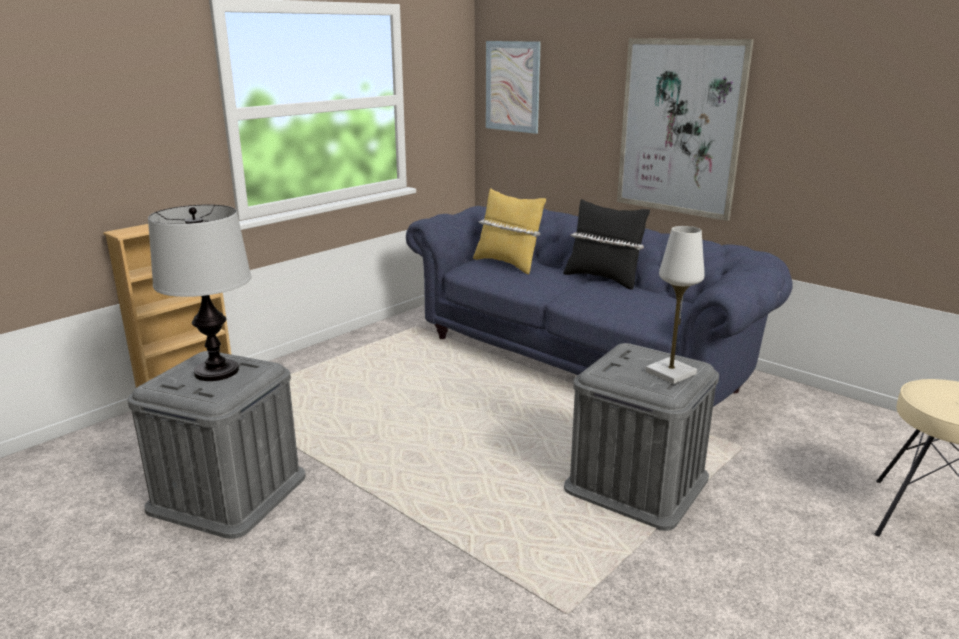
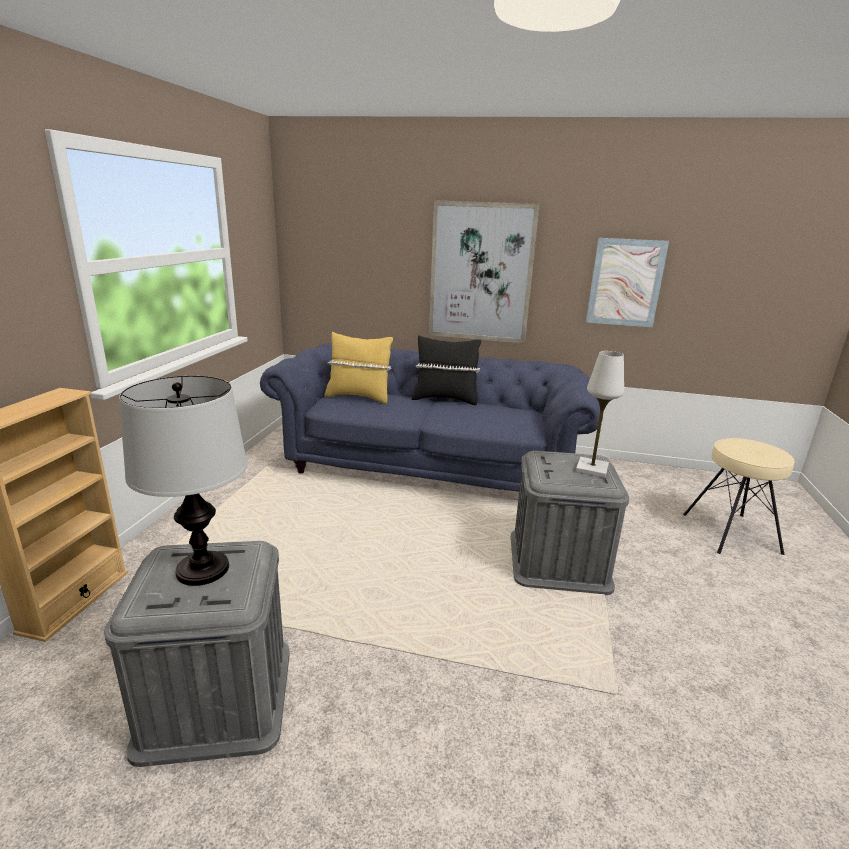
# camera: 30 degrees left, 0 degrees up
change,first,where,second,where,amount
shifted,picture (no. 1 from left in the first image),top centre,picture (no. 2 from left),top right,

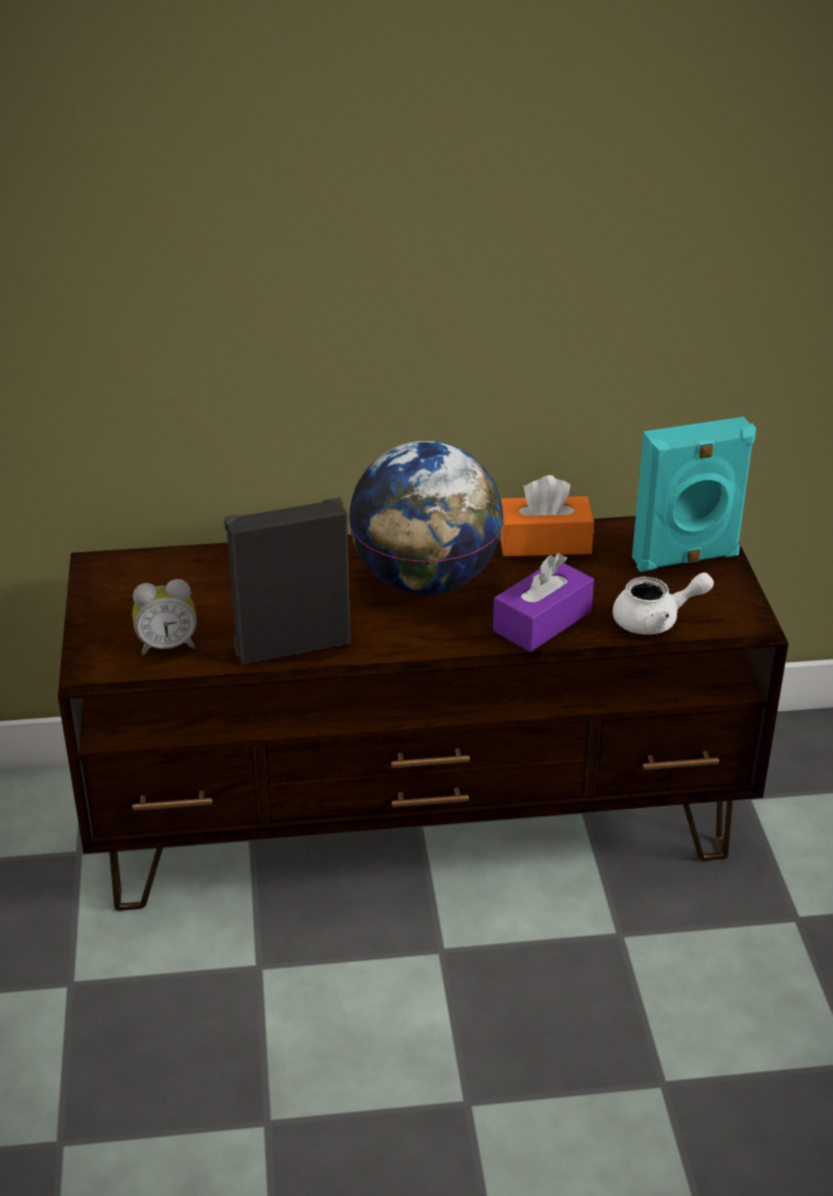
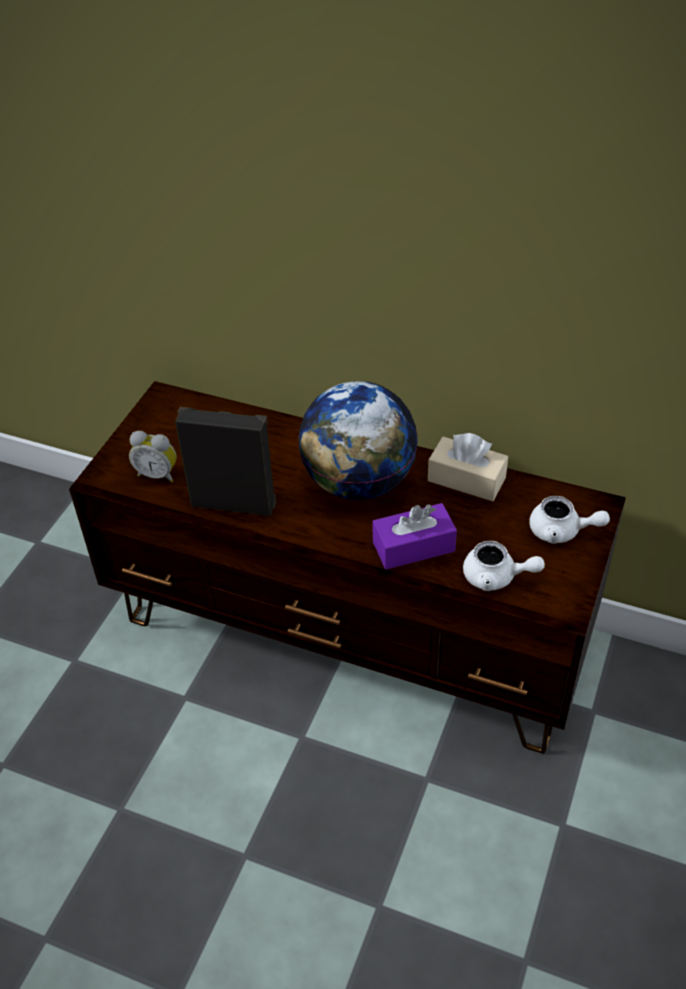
# camera: 30 degrees right, 10 degrees up
change,first,where,second,where,amount
repainted,orange tissue box,centre,beige tissue box,middle right,
swapped,turquoise speaker,middle right,white teapot (no. 2 from left),middle right,

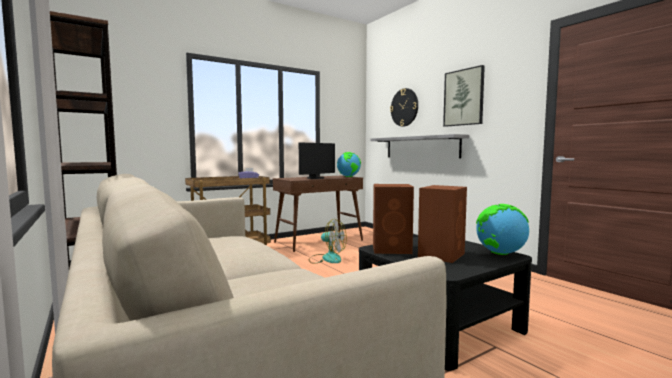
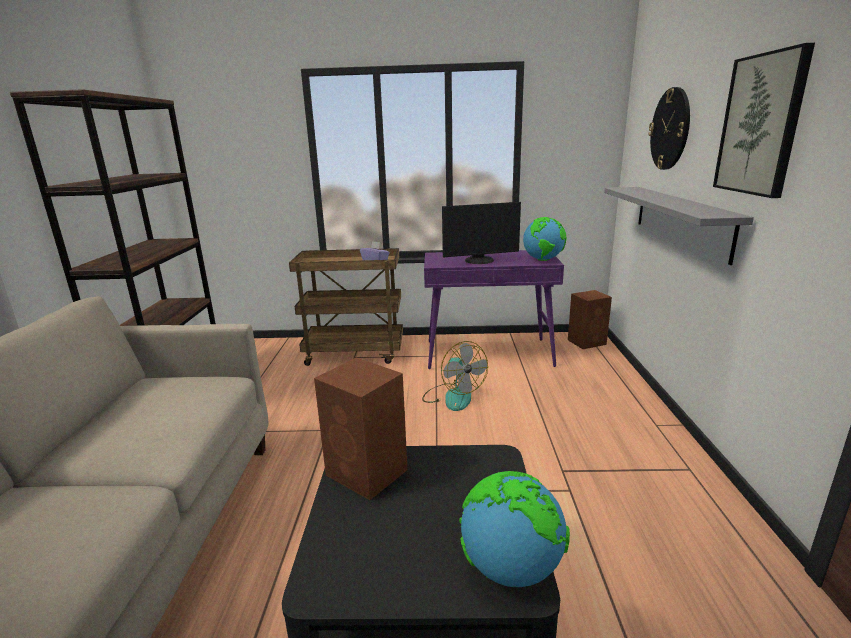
# camera: 35 degrees right, 15 degrees up
change,first,where,second,where,amount
repainted,brown console table,centre,purple console table,centre,
shifted,brown speaker (no. 2 from left),centre,,middle right,

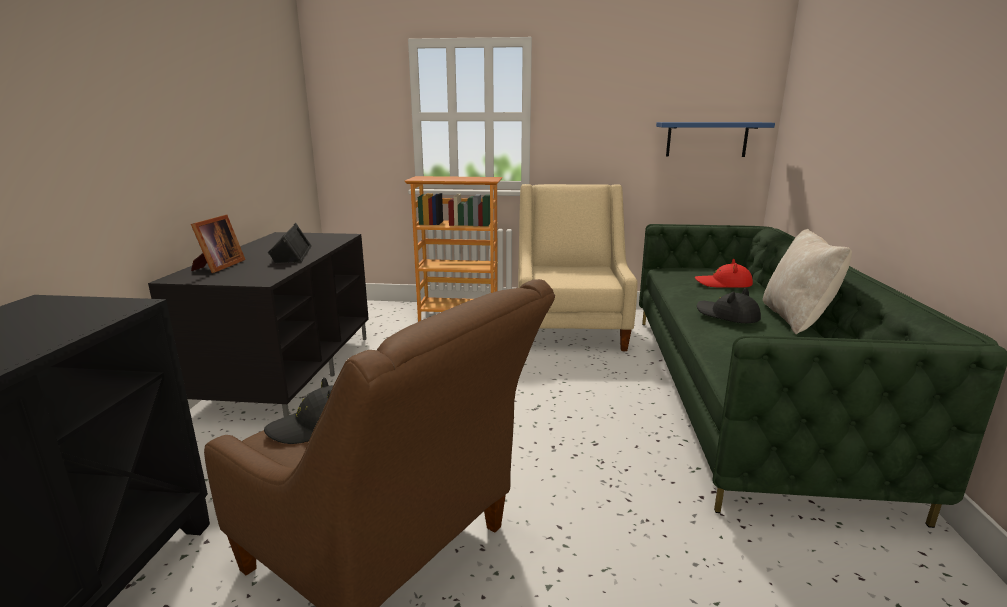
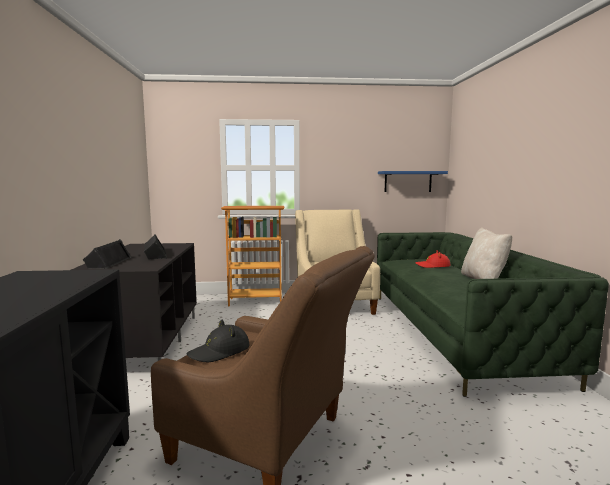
# camera: 10 degrees left, 10 degrees down
change,first,where,second,where,amount
swapped,picture frame,middle left,black speaker (no. 1 from left),middle left,
gone,black hat (no. 2 from left),middle right,,,

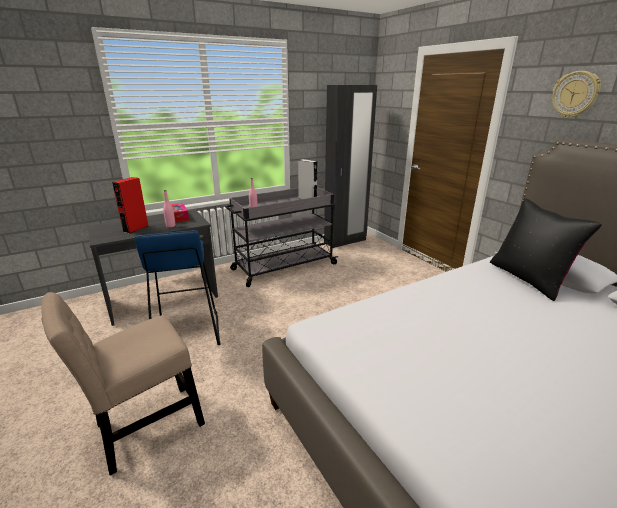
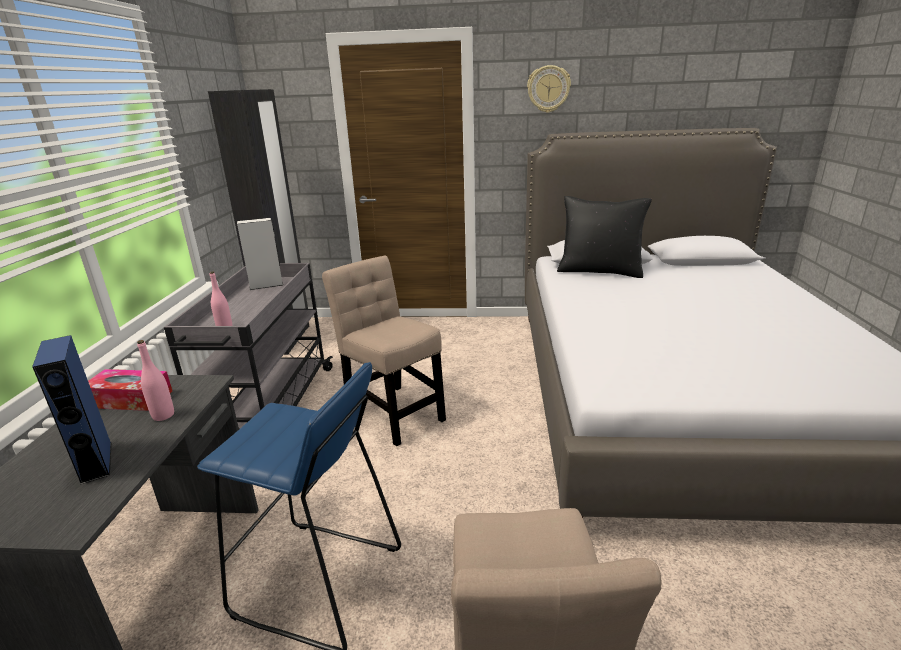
# camera: 55 degrees left, 0 degrees up
change,first,where,second,where,amount
repainted,red speaker,middle left,blue speaker,middle left,
new,,,beige chair (no. 1 from left),centre,

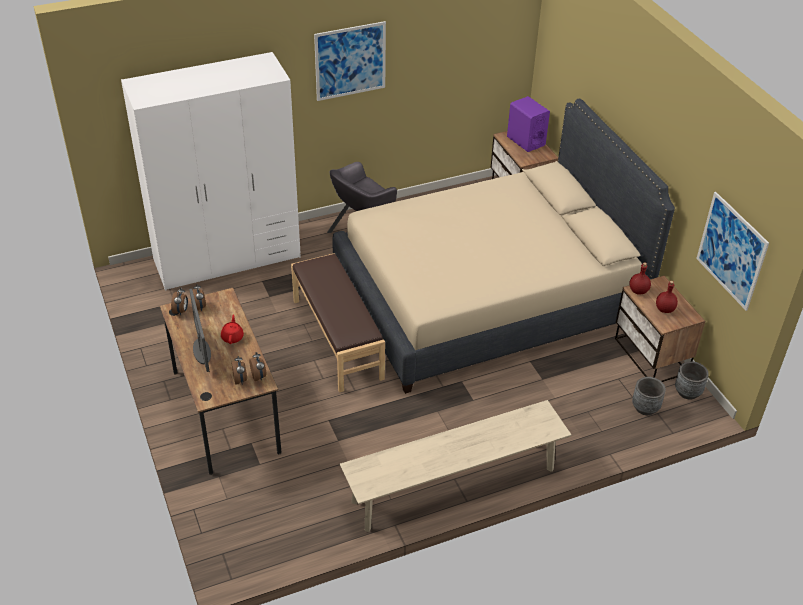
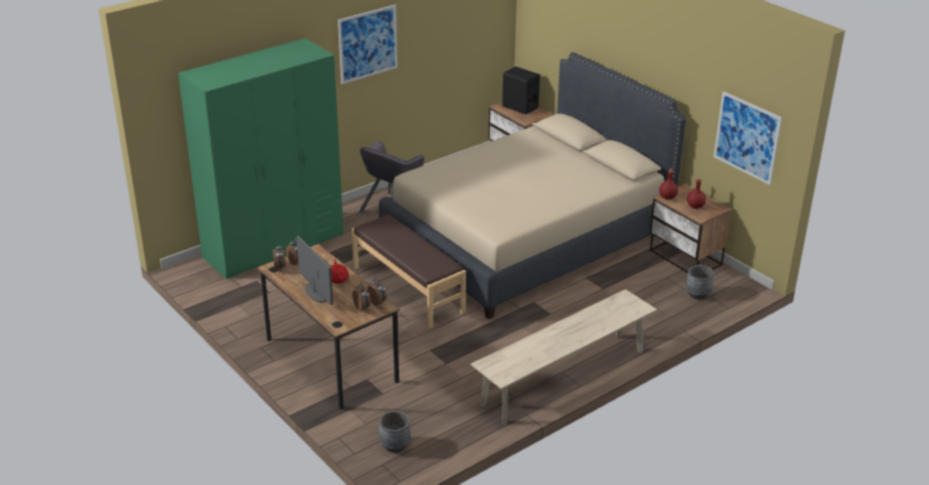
# camera: 15 degrees left, 10 degrees down
change,first,where,second,where,amount
repainted,white wardrobe,top left,green wardrobe,top left,
shifted,grey planter (no. 2 from left in the first image),middle right,grey planter (no. 1 from left),bottom centre,
repainted,purple speaker,top centre,black speaker,top centre,

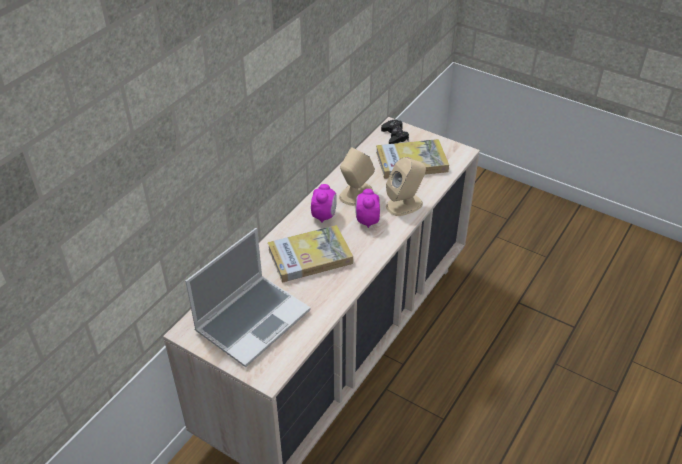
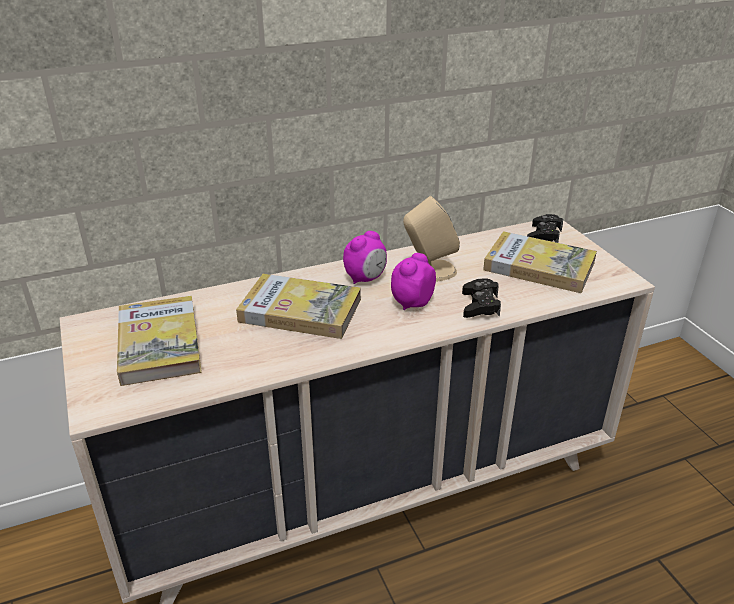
# camera: 35 degrees right, 10 degrees down
change,first,where,second,where,amount
swapped,laptop,centre,book (no. 1 from left),middle left,
swapped,beige speaker (no. 2 from left),centre,black game controller (no. 1 from left),centre,

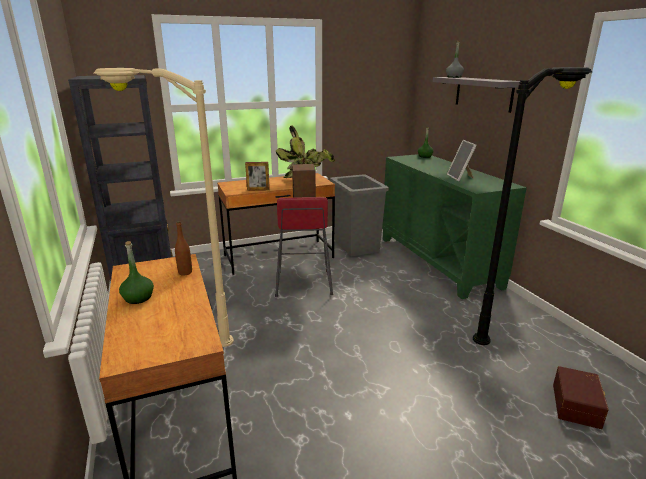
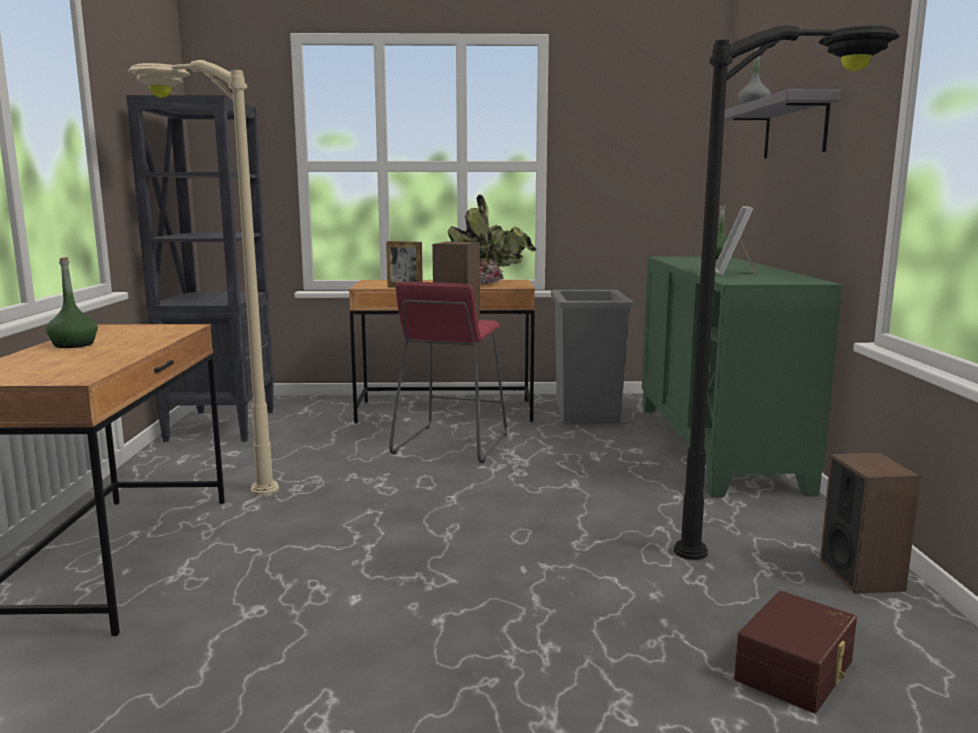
# camera: 20 degrees right, 10 degrees down
change,first,where,second,where,amount
new,,,speaker (no. 2 from left),bottom right,
gone,brown bottle,middle left,,,

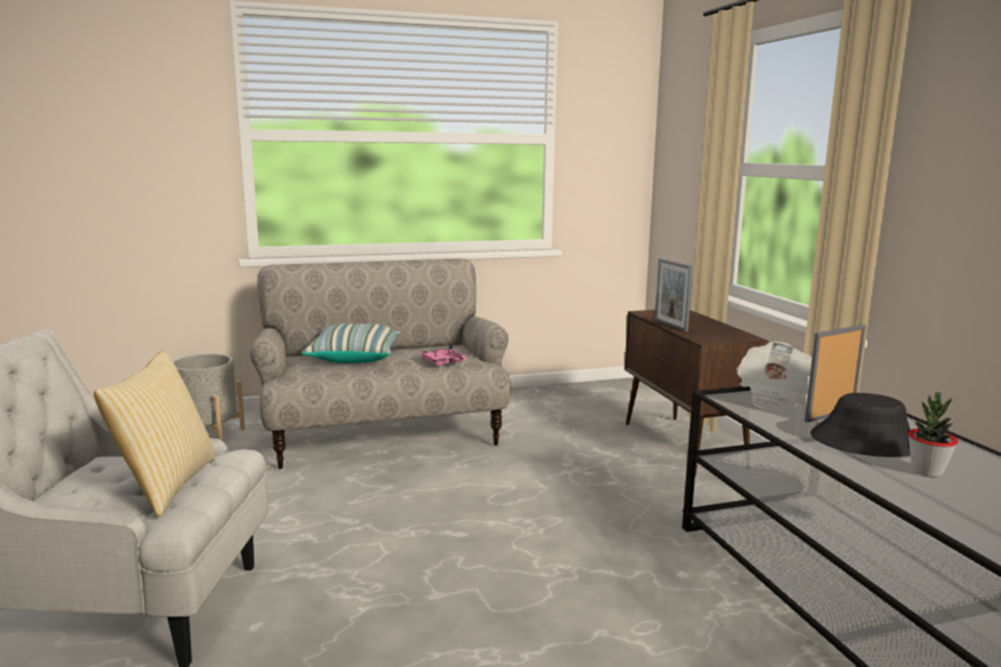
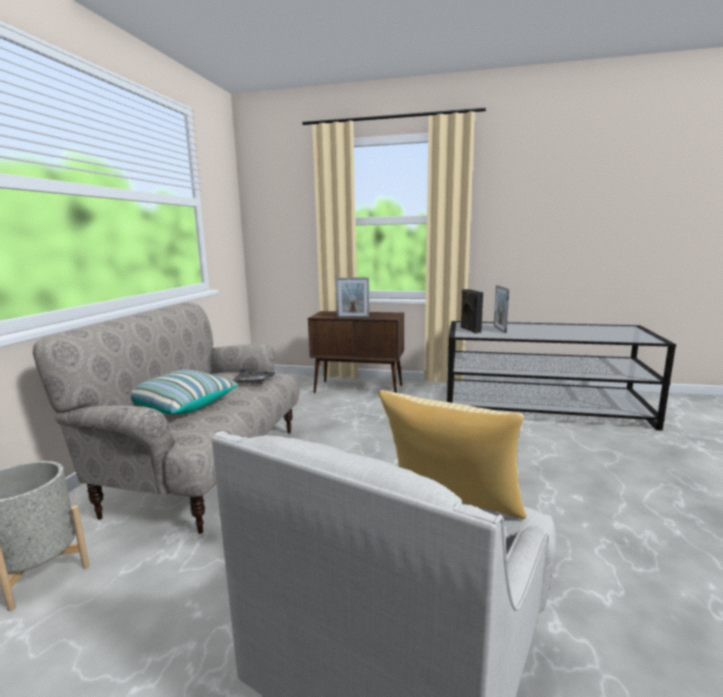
# camera: 60 degrees left, 0 degrees up
change,first,where,second,where,amount
repainted,pink tray,centre,grey tray,centre,
swapped,newspaper,middle right,black speaker,centre,
gone,black hat,middle right,,,
gone,potted plant,middle right,,,

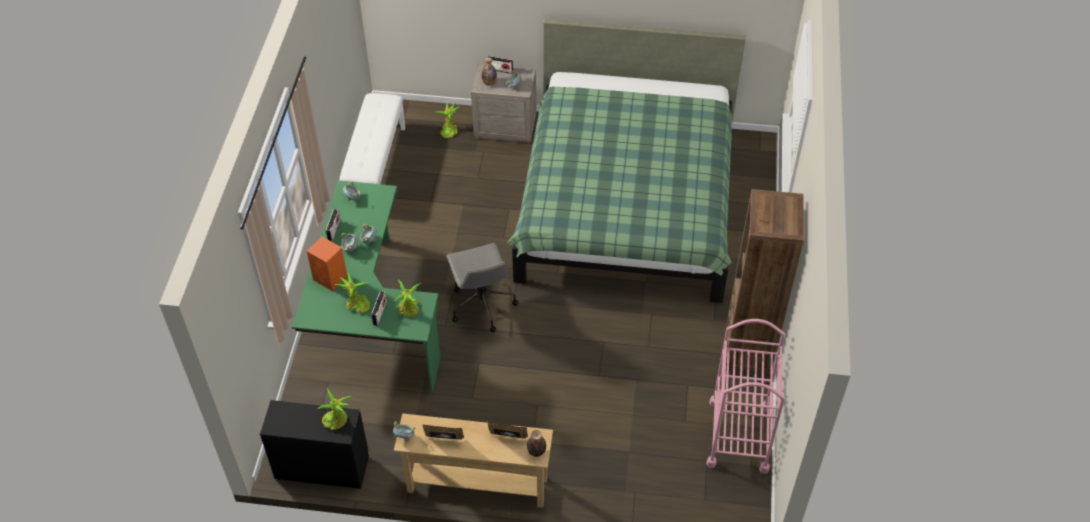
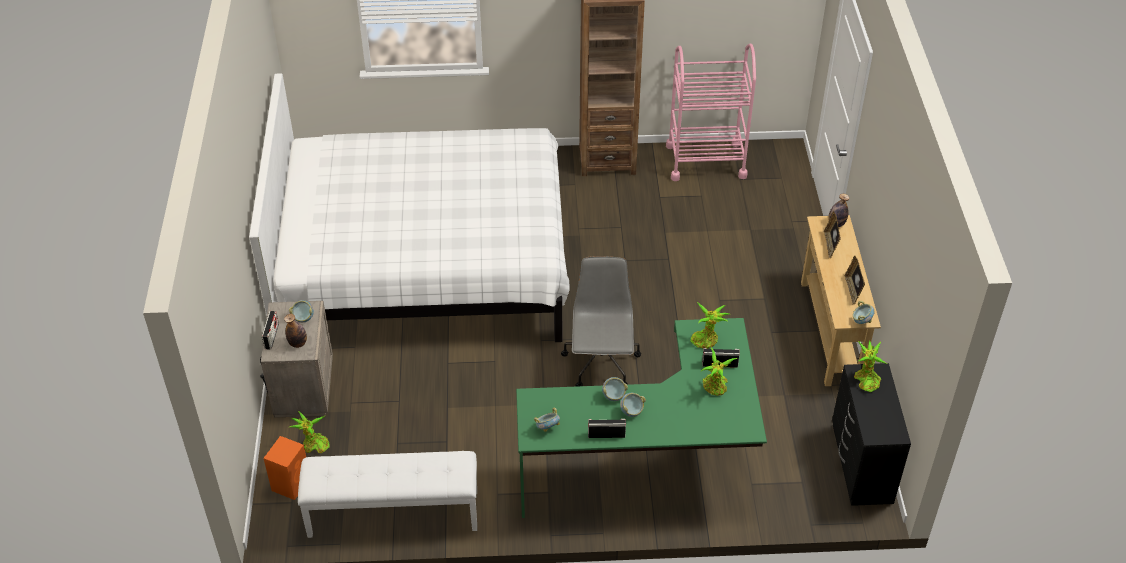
# camera: 100 degrees left, 5 degrees down
change,first,where,second,where,amount
repainted,green bed,top centre,white bed,centre,
shifted,orange speaker,middle left,,bottom left,
rotated,grey office chair,centre,,centre,60 degrees counterclockwise

